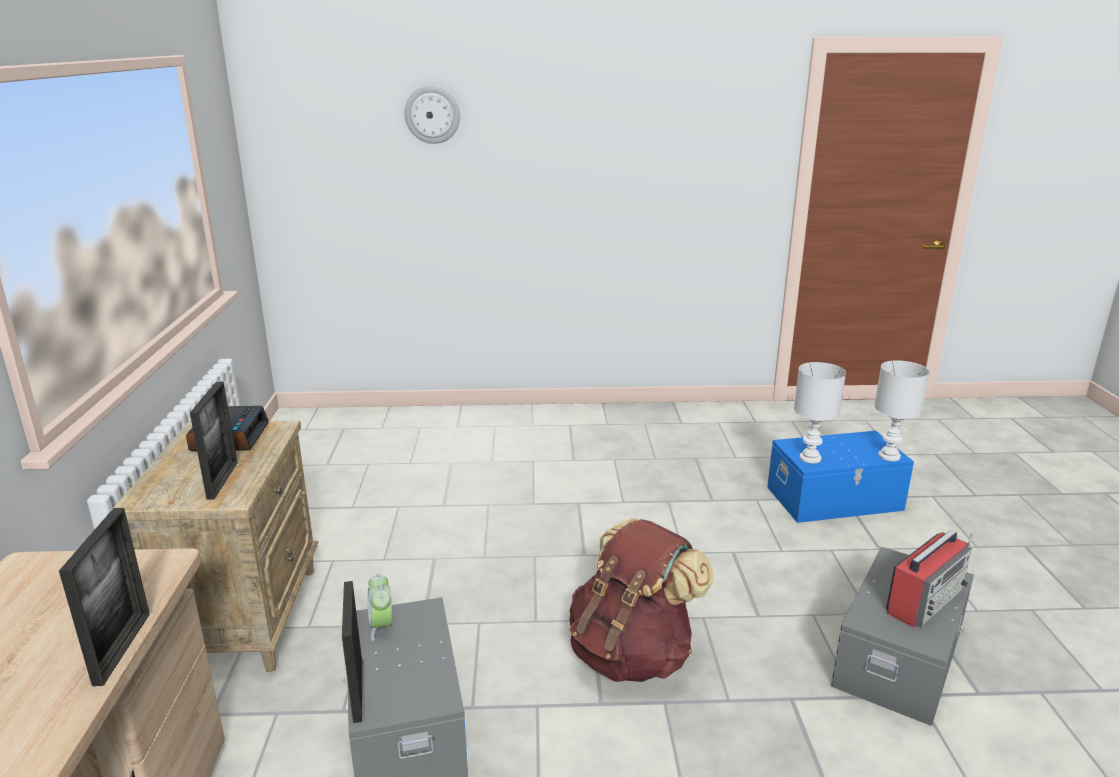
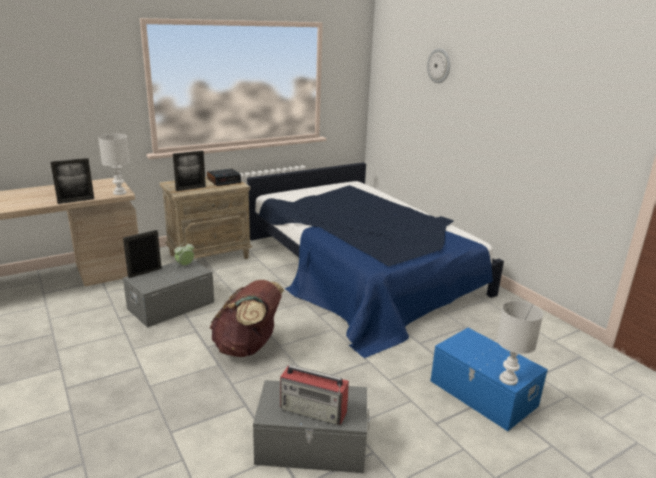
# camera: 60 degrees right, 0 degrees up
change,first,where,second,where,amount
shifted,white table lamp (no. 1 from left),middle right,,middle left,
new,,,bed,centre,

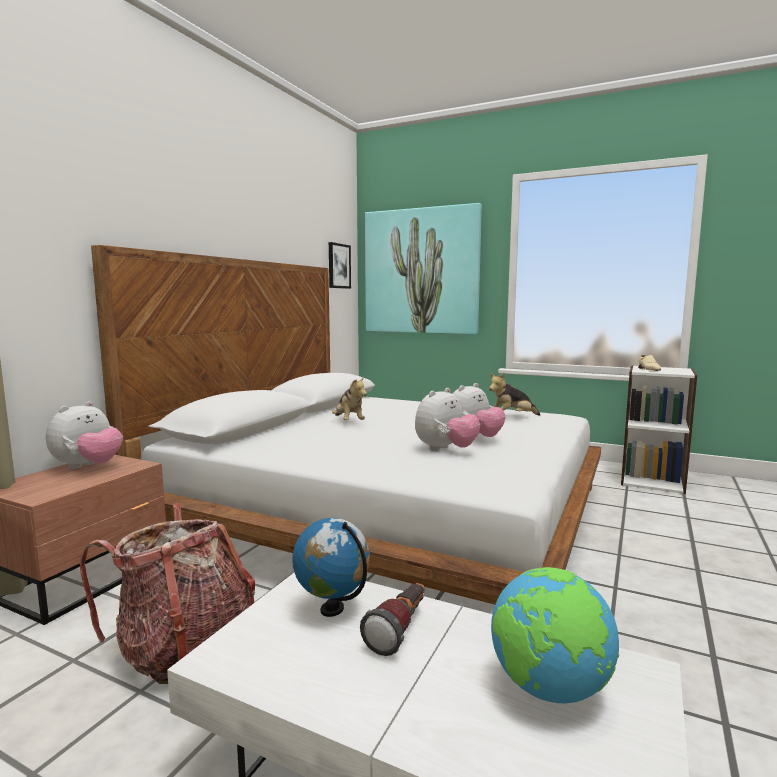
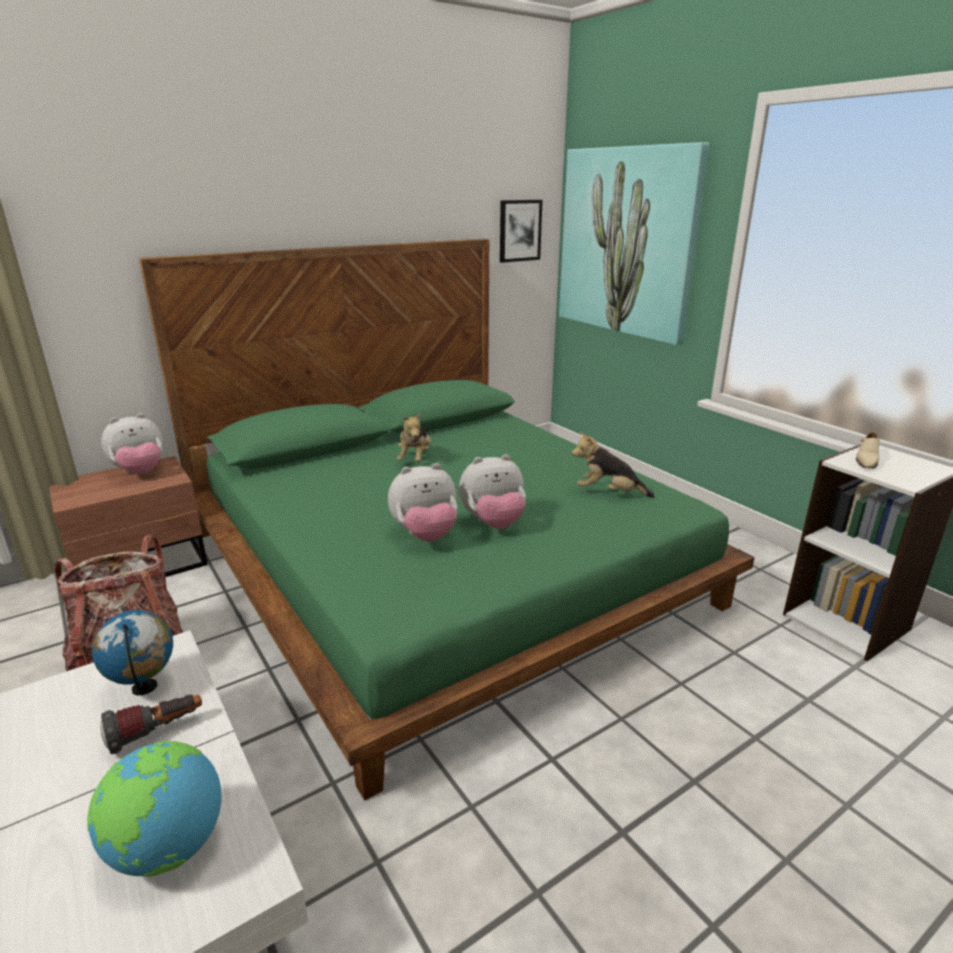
# camera: 30 degrees right, 15 degrees up
change,first,where,second,where,amount
repainted,white bed,centre,green bed,centre,

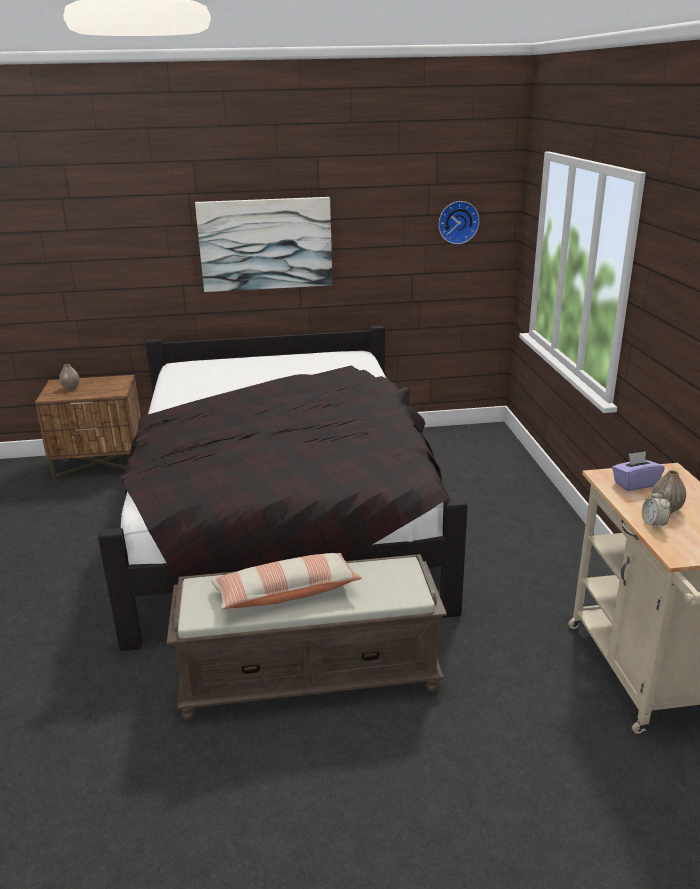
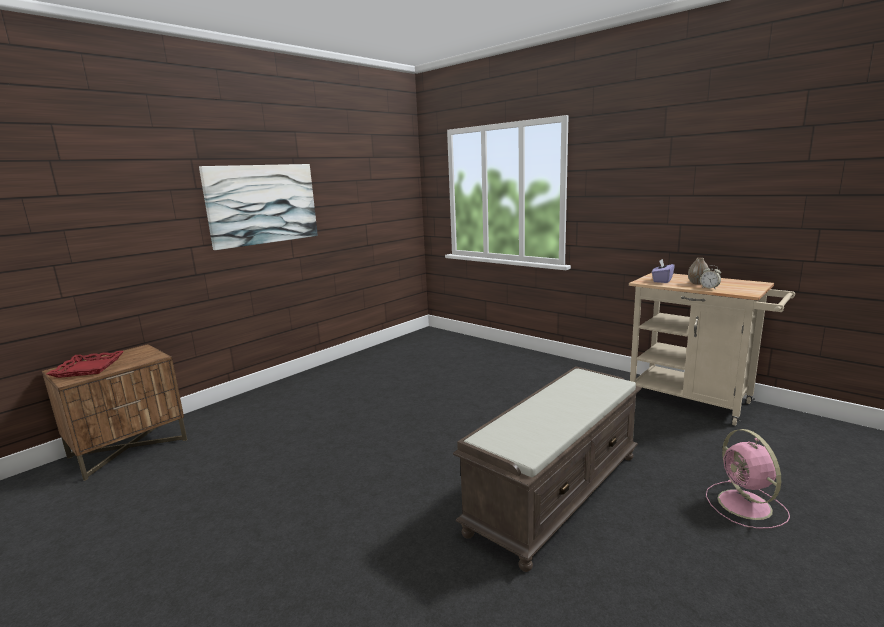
# camera: 40 degrees left, 10 degrees down
change,first,where,second,where,amount
swapped,vase (no. 1 from left),middle left,red tray,middle left,
new,,,pink fan,bottom right,
gone,black bed,centre,,,
gone,pillow,centre,,,
gone,wall clock,top centre,,,

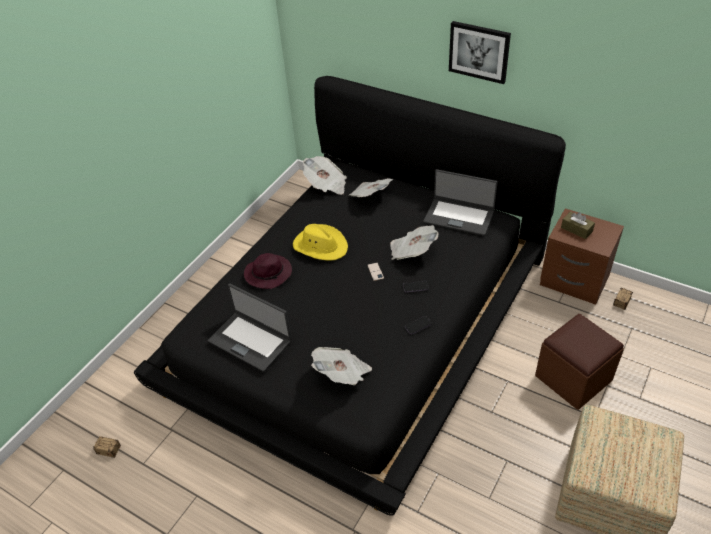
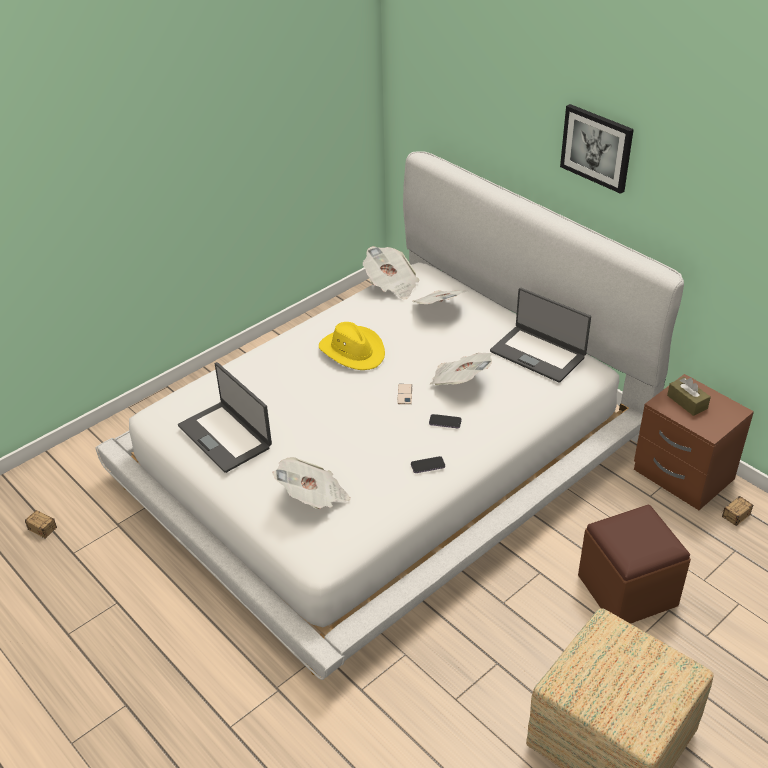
# camera: 15 degrees right, 5 degrees down
change,first,where,second,where,amount
repainted,black bed,centre,white bed,centre,
gone,purple hat,centre,,,

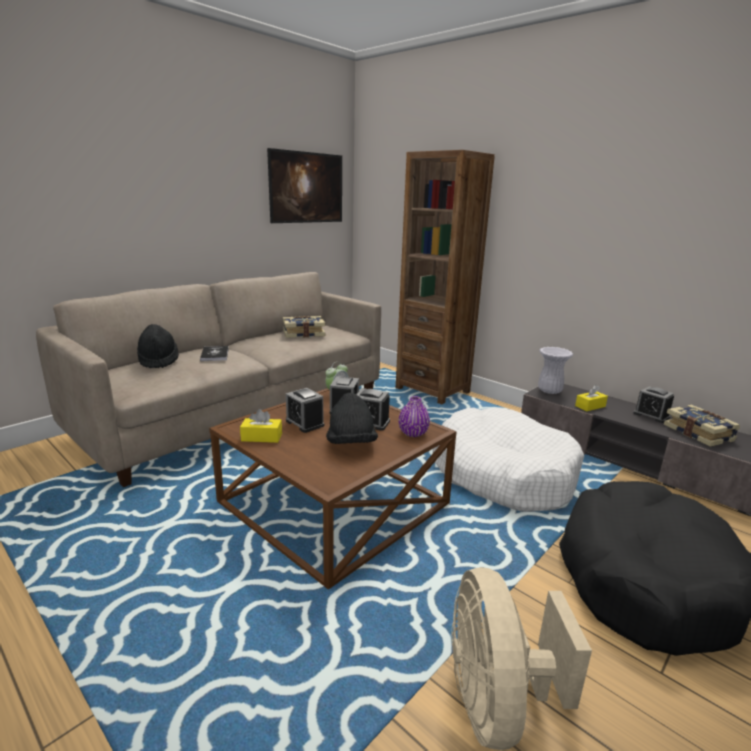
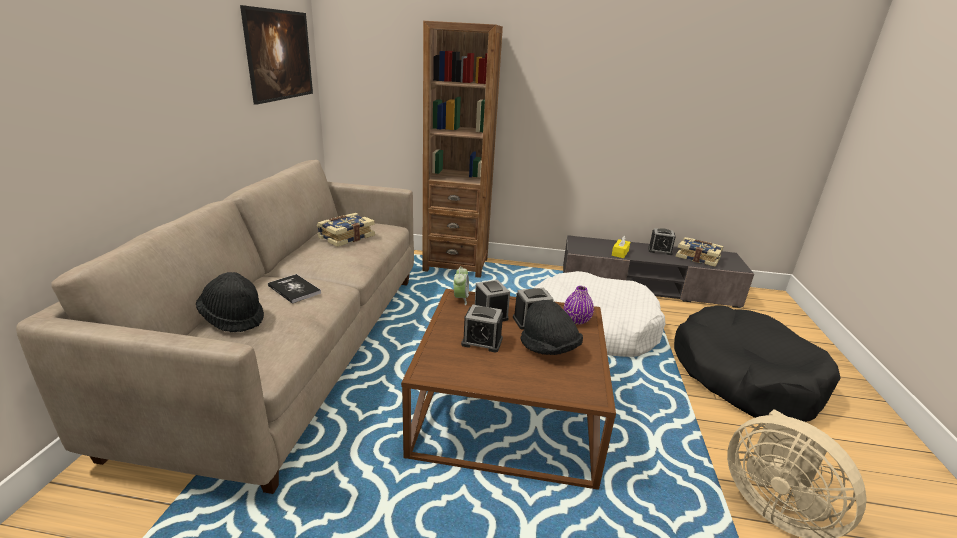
# camera: 35 degrees left, 5 degrees up
change,first,where,second,where,amount
gone,yellow tissue box (no. 1 from left),centre,,,
gone,white vase,middle right,,,

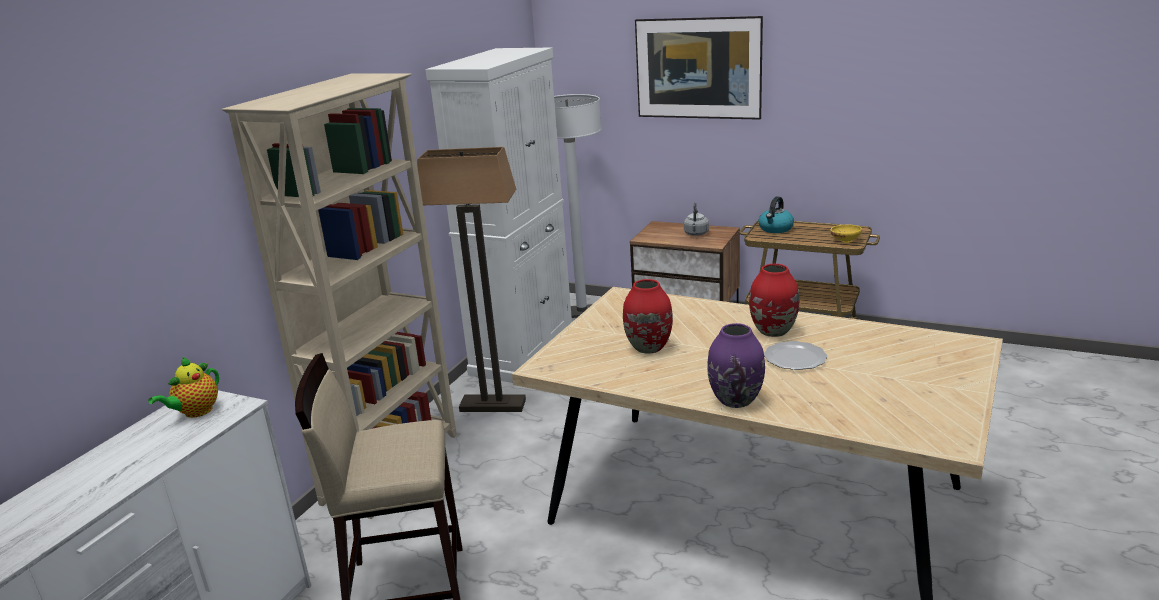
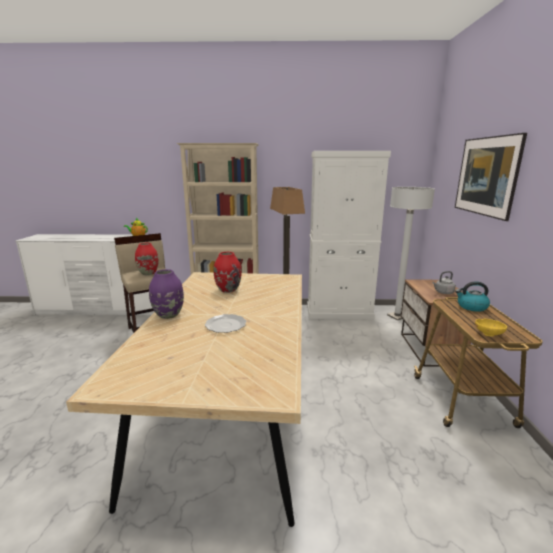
# camera: 65 degrees right, 5 degrees down
change,first,where,second,where,amount
shifted,red vase (no. 2 from left in the first image),middle right,red vase (no. 1 from left),middle left,

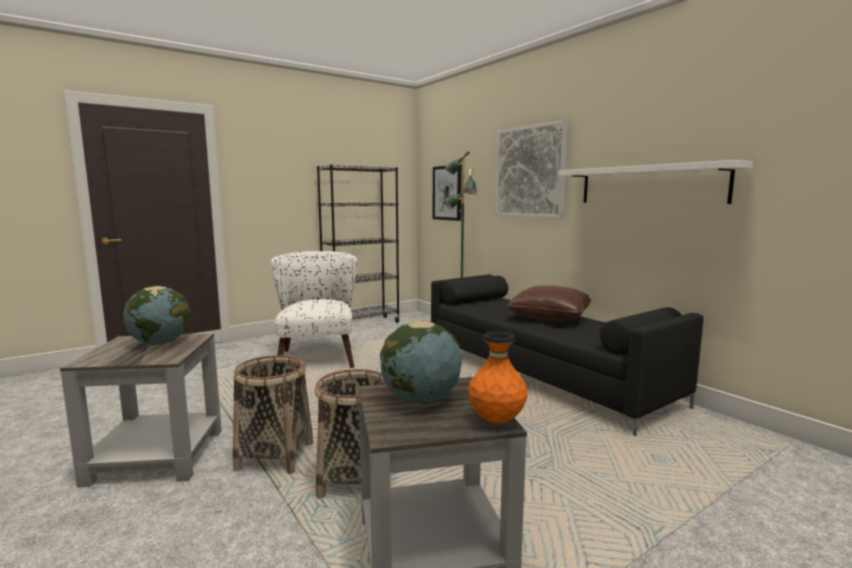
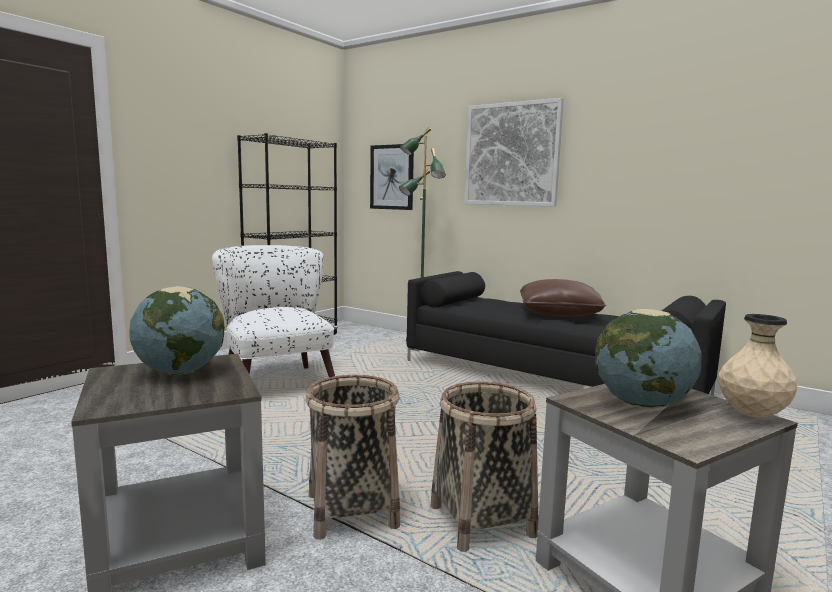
# camera: 20 degrees left, 0 degrees up
change,first,where,second,where,amount
repainted,orange vase,centre,beige vase,middle right,
gone,white shelf,top right,,,

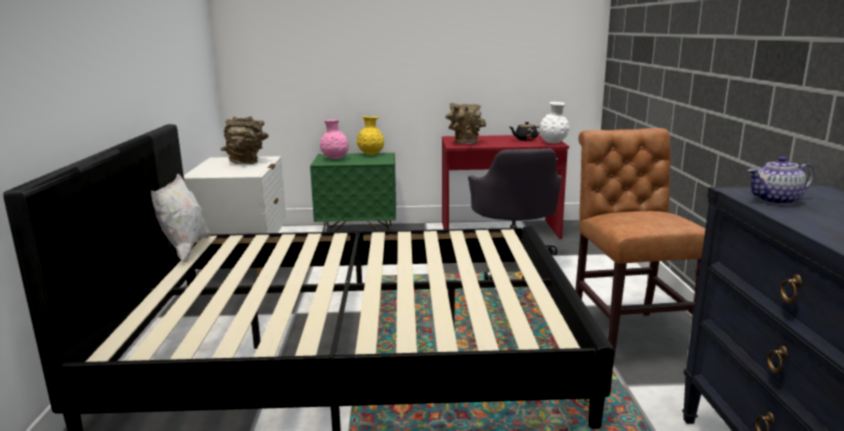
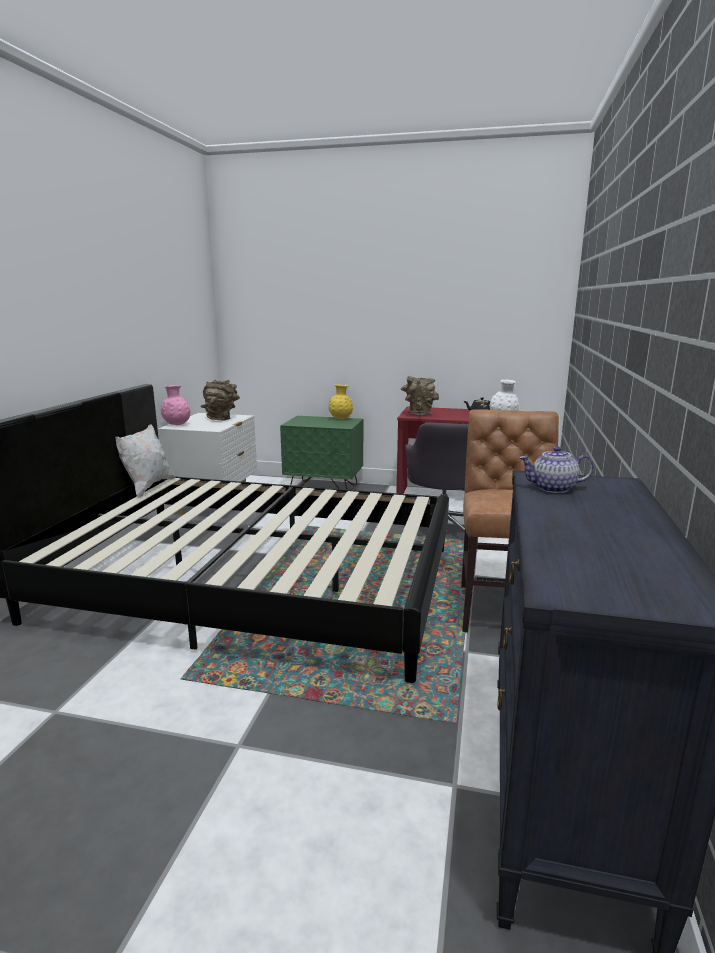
# camera: 15 degrees right, 0 degrees up
change,first,where,second,where,amount
shifted,pink vase,top centre,,middle left,

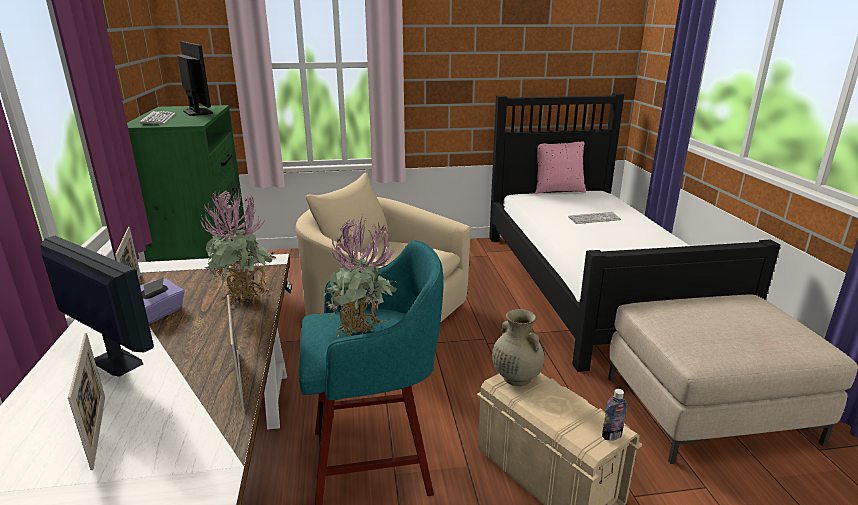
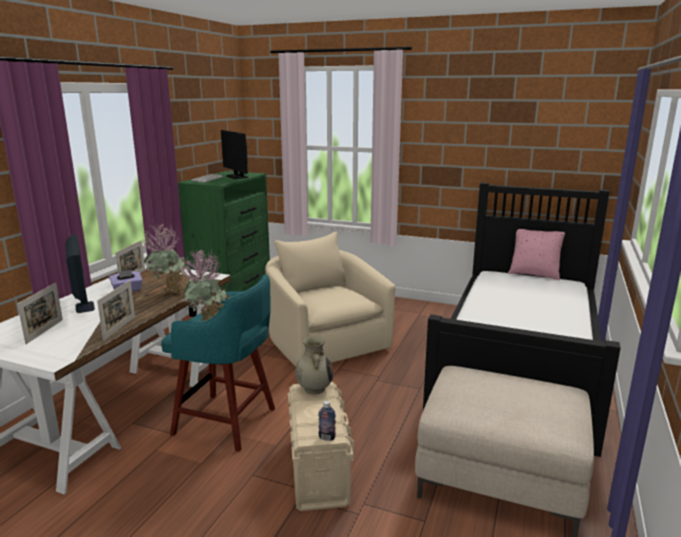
# camera: 30 degrees right, 5 degrees down
change,first,where,second,where,amount
rotated,monitor (no. 2 from left),top left,,top centre,150 degrees clockwise
gone,keyboard (no. 2 from left),middle right,,,

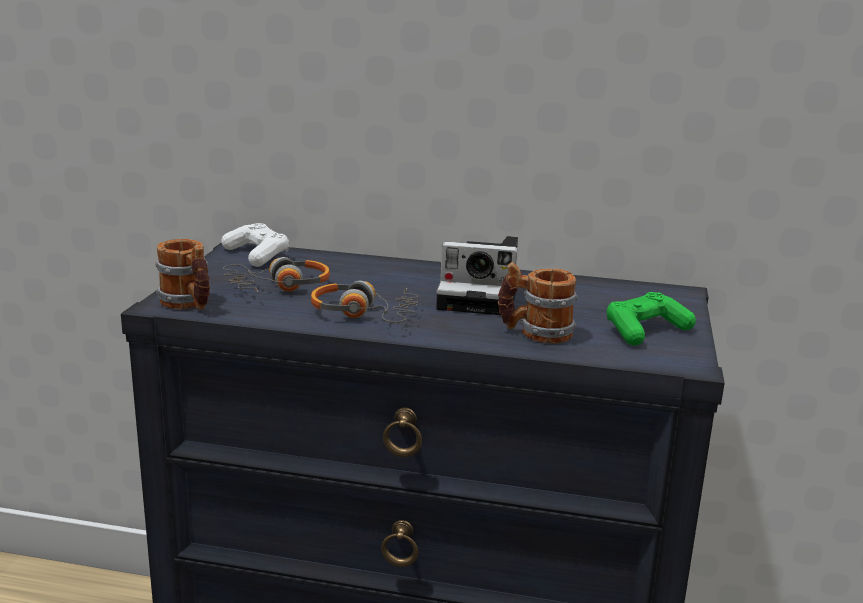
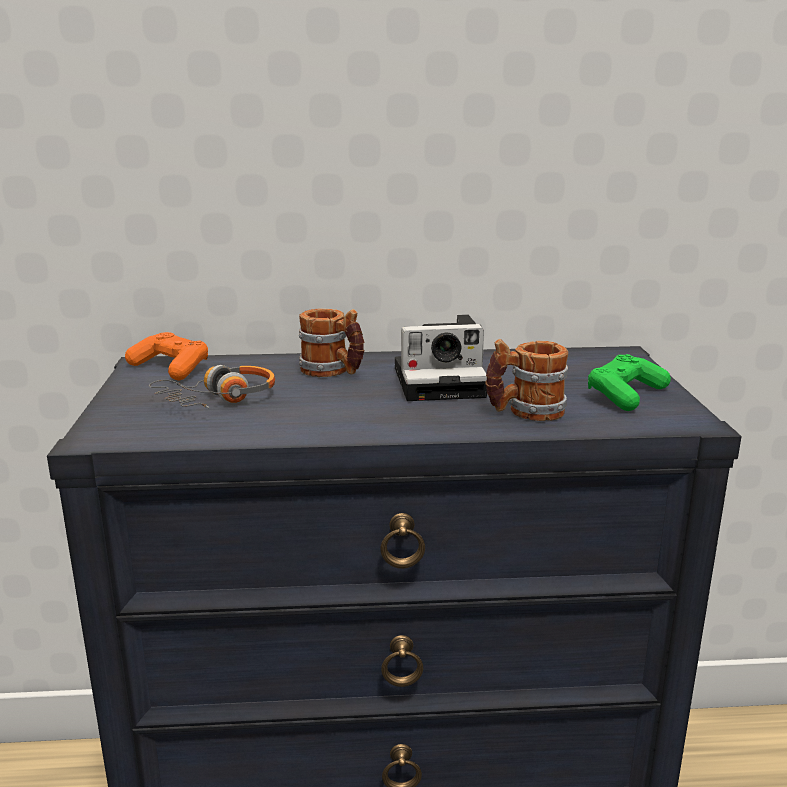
# camera: 15 degrees left, 0 degrees up
change,first,where,second,where,amount
repainted,white game controller,middle left,orange game controller,middle left,
shifted,mug (no. 1 from left),middle left,,centre,
gone,headphones (no. 2 from left),centre,,,

